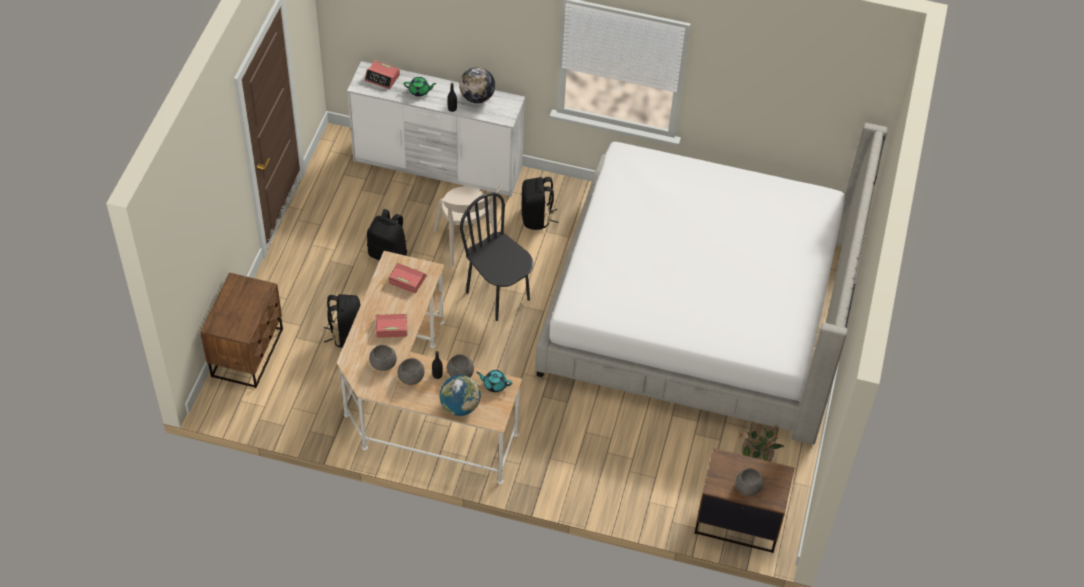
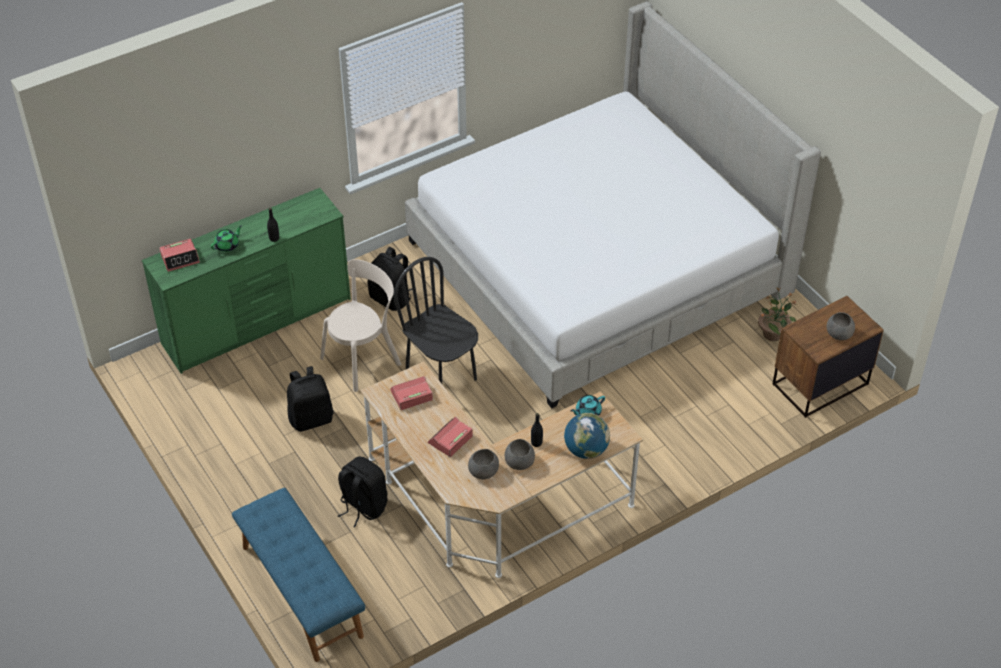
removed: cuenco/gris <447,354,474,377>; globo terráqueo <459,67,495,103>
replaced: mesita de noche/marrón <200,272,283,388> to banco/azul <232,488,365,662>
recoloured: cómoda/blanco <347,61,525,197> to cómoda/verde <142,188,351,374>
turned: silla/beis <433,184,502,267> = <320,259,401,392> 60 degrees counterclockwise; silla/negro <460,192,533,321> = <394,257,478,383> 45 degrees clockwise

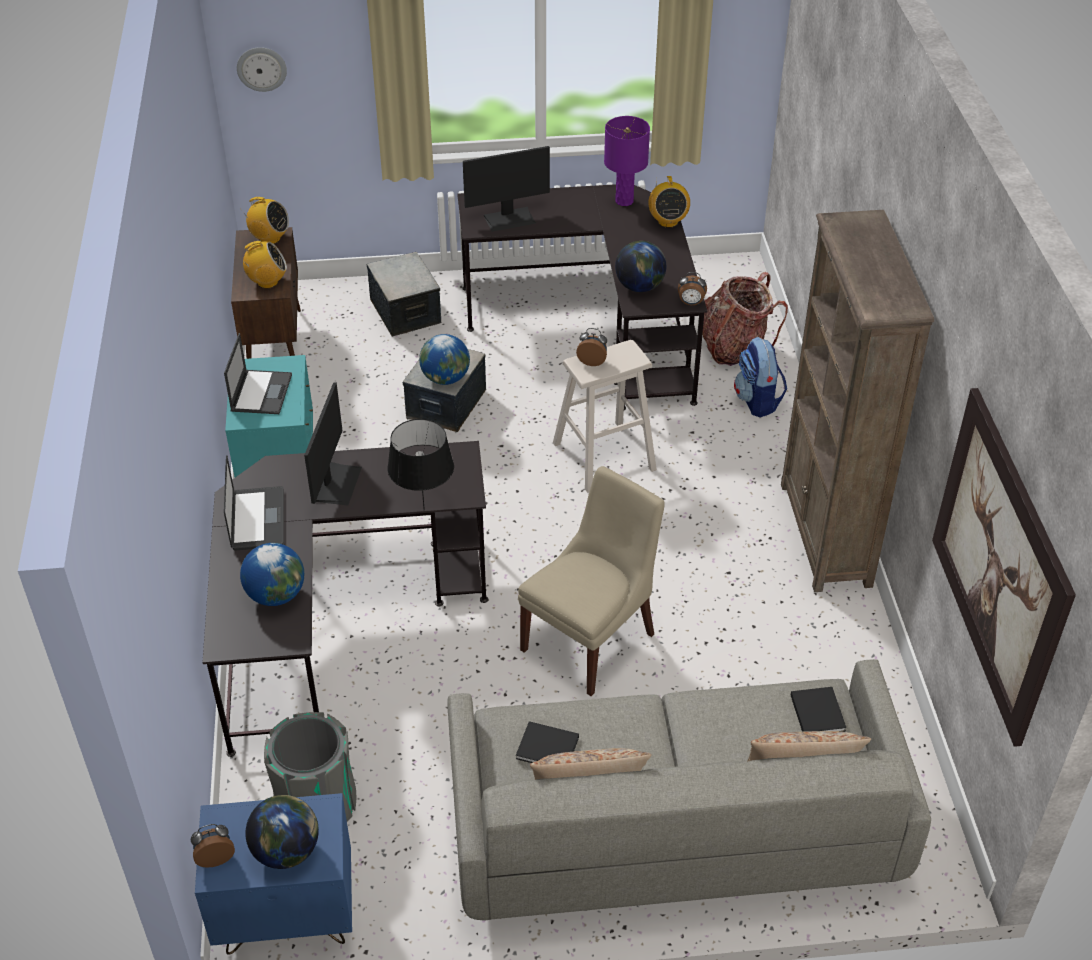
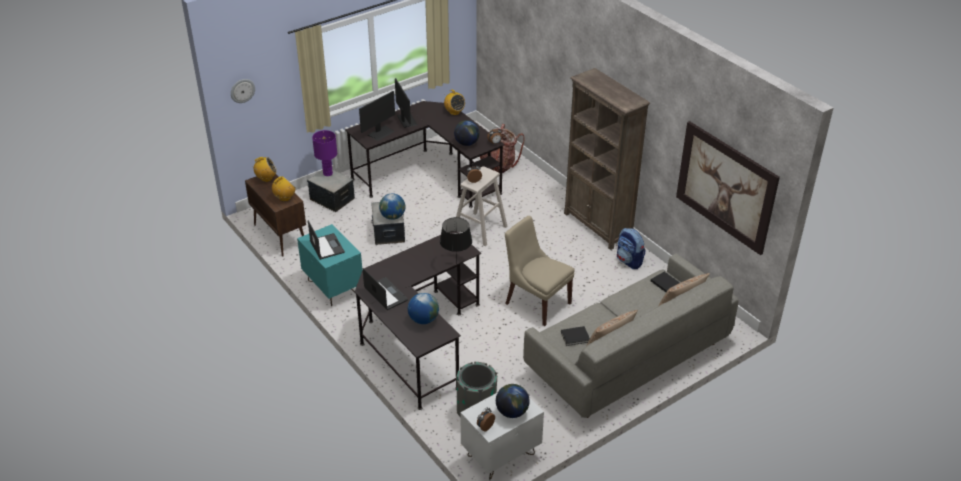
moved: monitor <304,382,362,505> to <395,78,418,128>; lámpara de mesa/morado <604,116,650,206> to <312,130,337,176>; mochila <734,337,787,417> to <617,228,645,269>
recoloured: mesita de noche/azul <195,793,352,955> to mesita de noche/blanco <460,383,544,480>
turned: silla/beis <518,466,665,696> = <505,216,575,326> 60 degrees counterclockwise

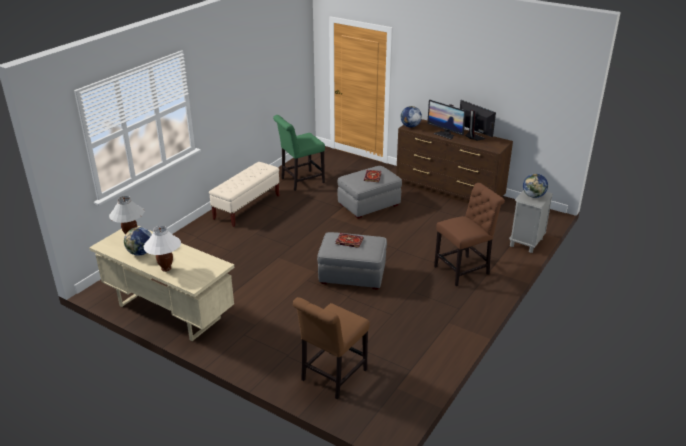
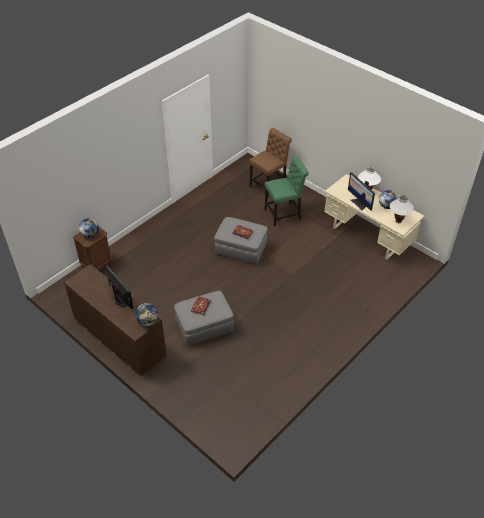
removed: banco/beis <209,162,280,227>; silla/marrón <434,183,505,286>
moved: silla/verde <273,115,325,191> to <265,157,309,226>; monitor <460,100,496,141> to <348,172,375,211>
recoloured: mesita de noche/gris <509,190,553,253> to mesita de noche/marrón <73,227,112,270>

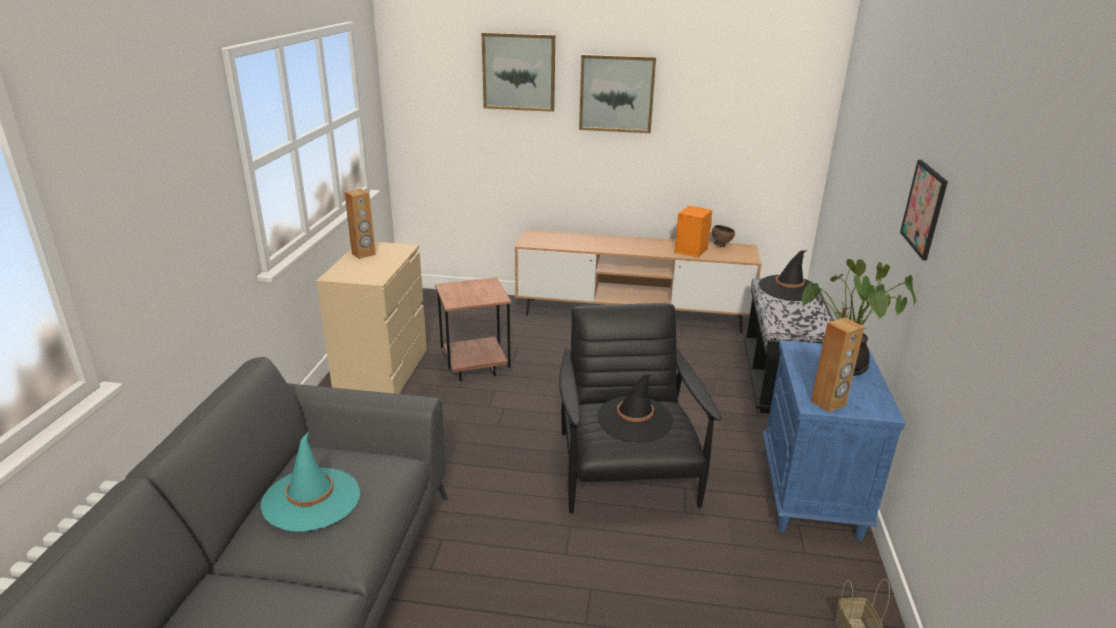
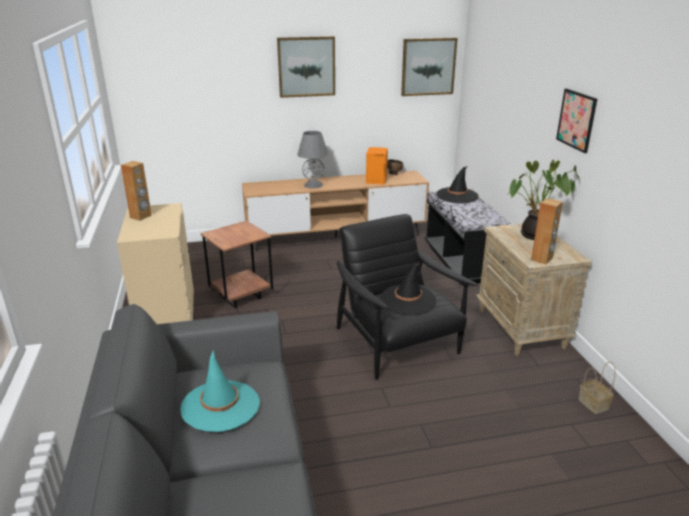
added: lámpara de mesa/gris <297,131,328,188>
moved: cuadro <482,32,555,112> to <401,38,458,96>
recoloured: mesita de noche/azul <762,340,906,541> to mesita de noche/beis <476,223,592,356>

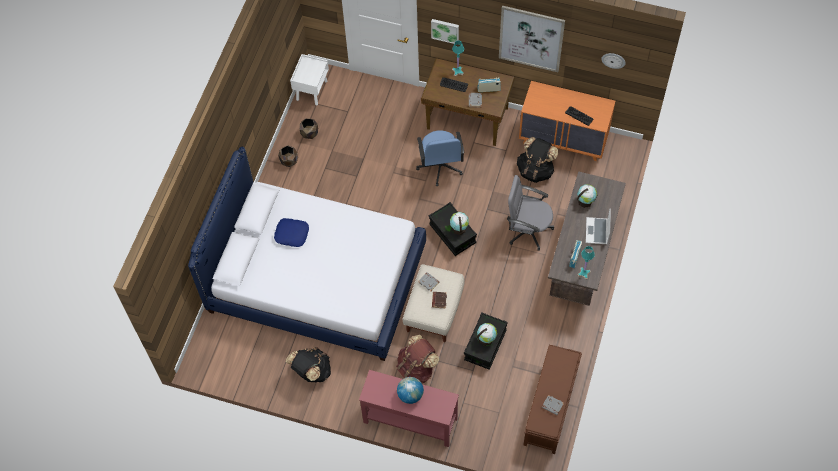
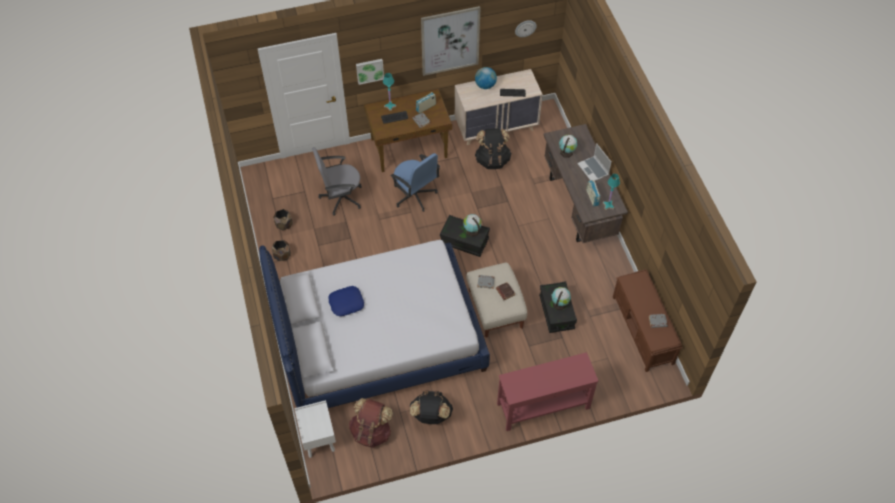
moved: mesita de noche/blanco <290,54,329,105> to <294,400,336,458>; mochila/marrón <396,335,439,383> to <349,398,393,448>; globo terráqueo <397,377,424,404> to <475,67,497,89>; silla de oficina/gris <507,175,554,251> to <312,147,362,216>
recoloured: cómoda/naranja <519,81,615,161> to cómoda/beis <455,69,543,145>

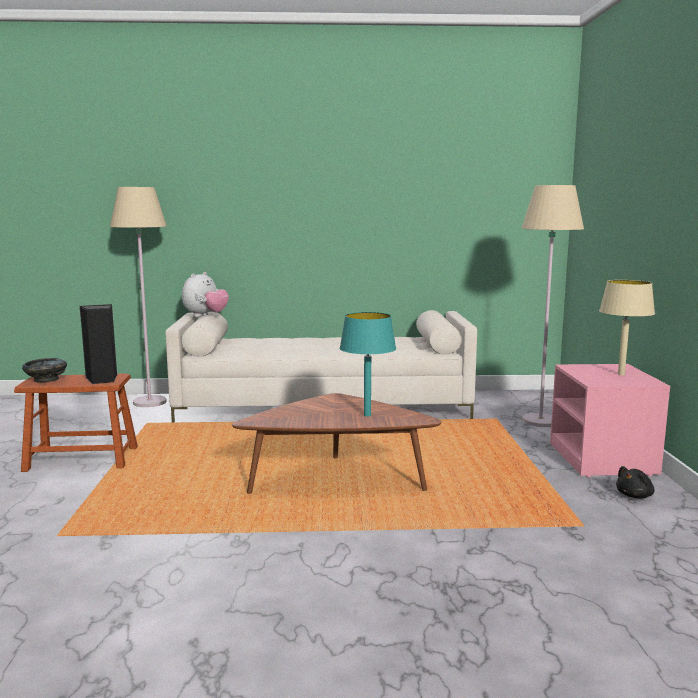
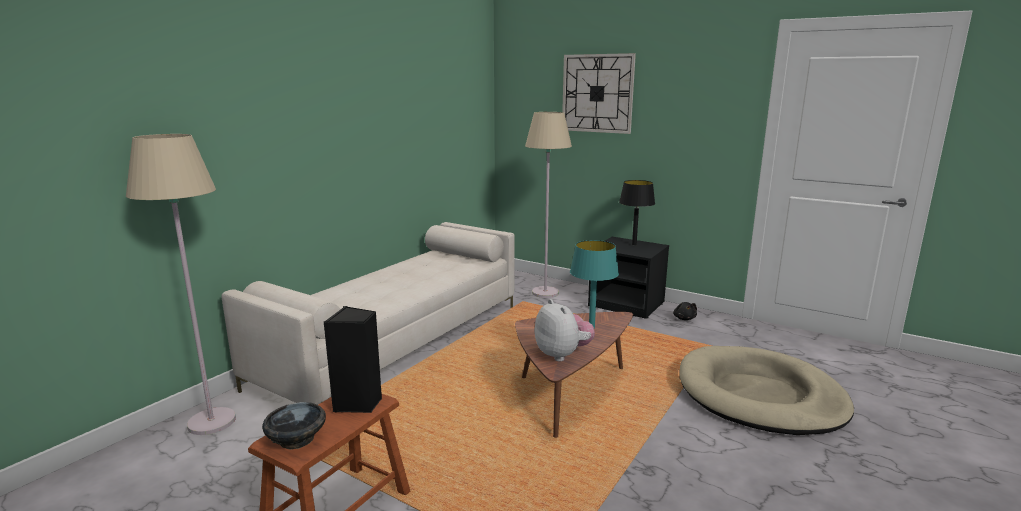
added: reloj de pared <562,53,636,134>; cama para perro/beis <680,346,854,435>
moved: peluche <182,272,229,317> to <534,299,595,361>
recoloured: mesita de noche/rosa <550,364,670,477> to mesita de noche/negro <588,237,669,319>; lámpara de mesa/beis <599,280,655,375> to lámpara de mesa/negro <619,180,655,245>

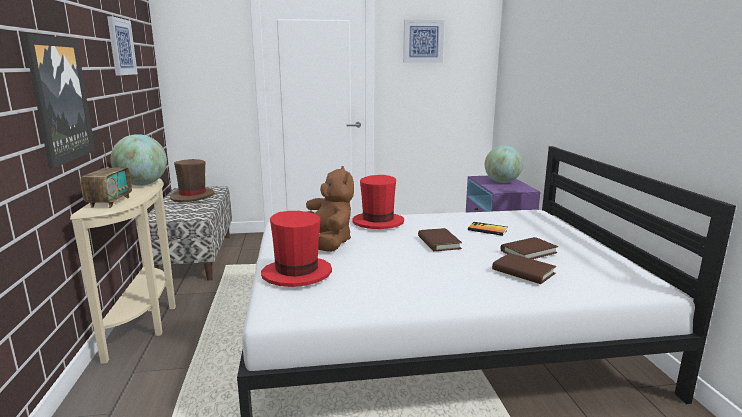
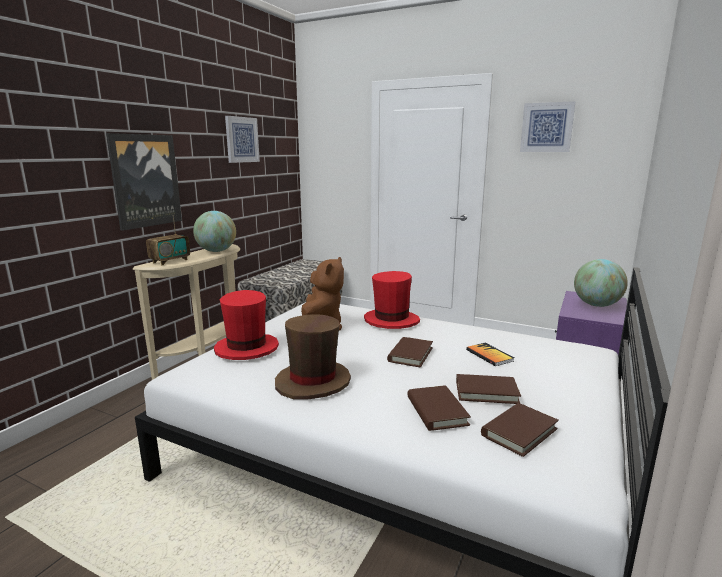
added: libro/marrón <481,403,559,457>
moved: sombrero/marrón <170,159,215,202> to <275,314,351,399>

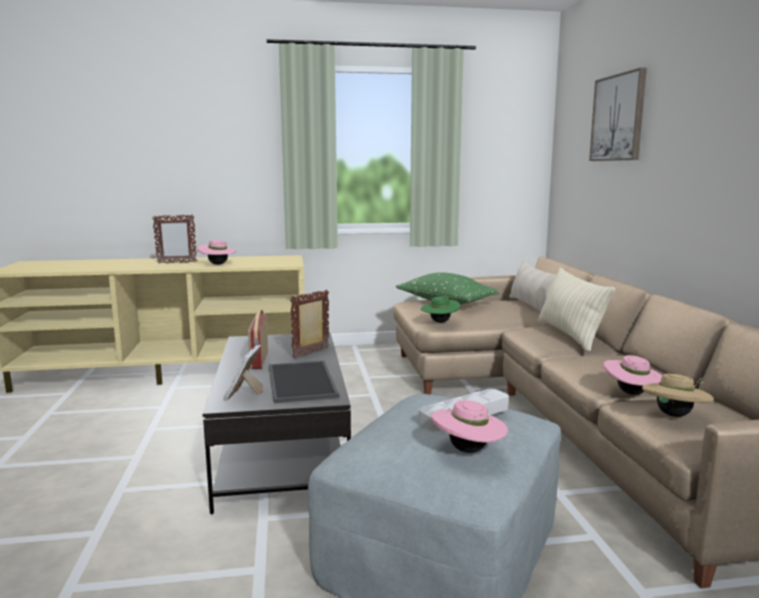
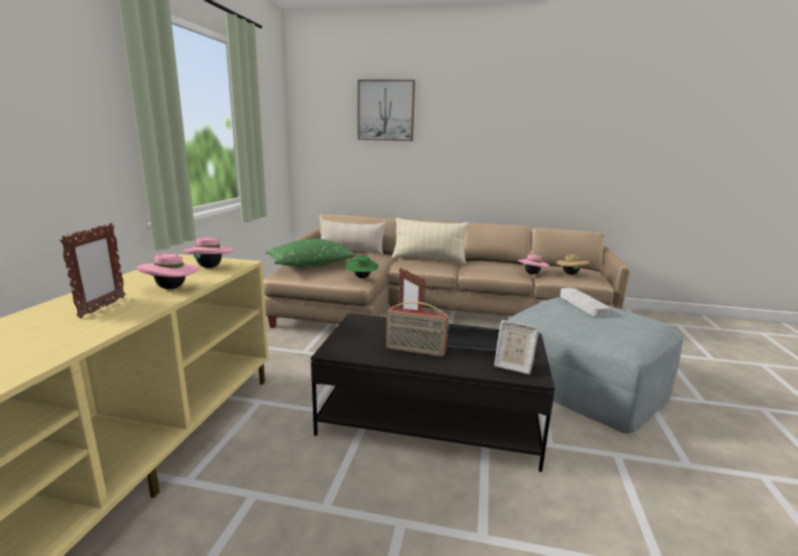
moved: sombrero/rosa <431,400,508,453> to <183,238,234,268>

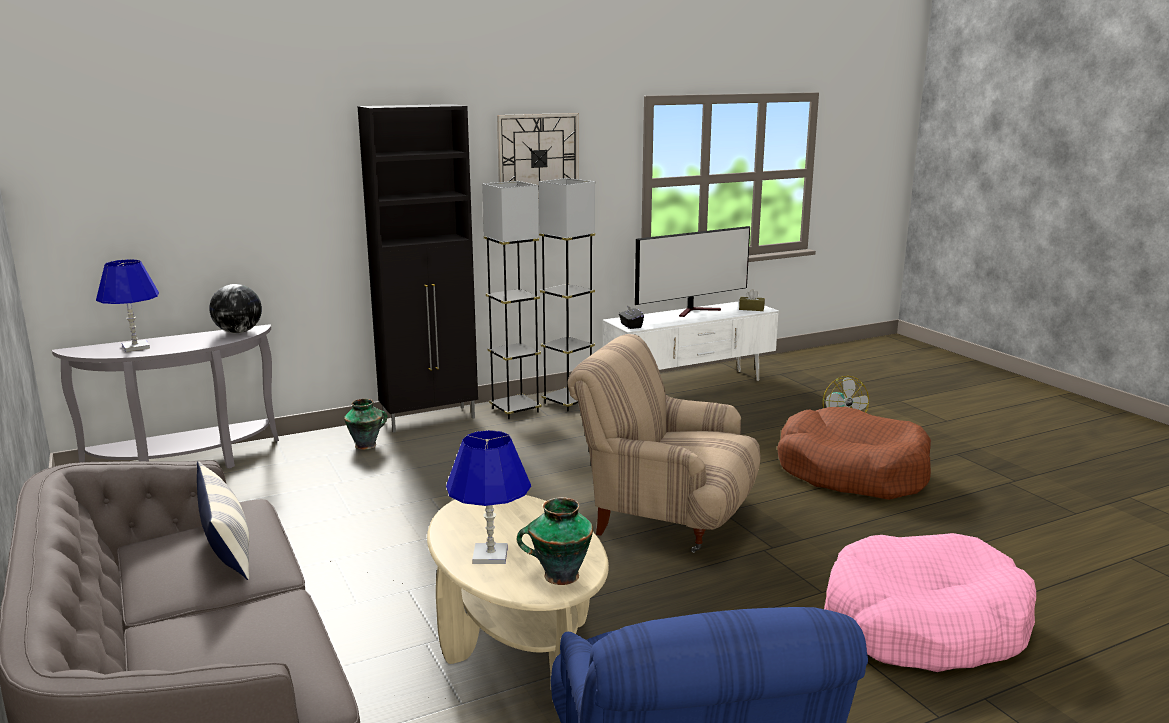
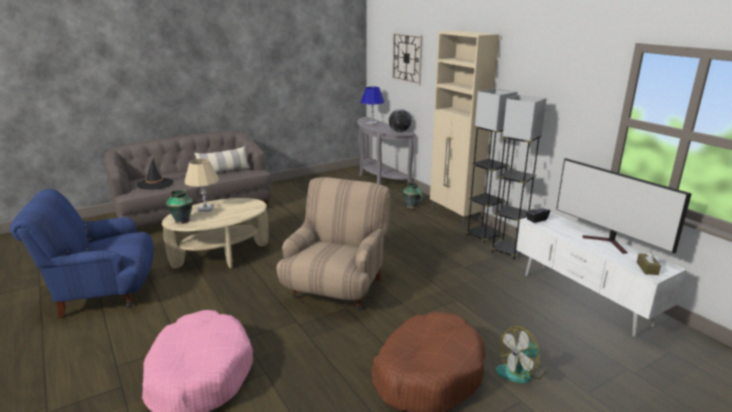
added: sombrero/negro <137,158,173,190>
moved: reloj de pared <497,113,579,203> to <392,32,423,85>
recoloured: armario/negro <358,104,478,433> to armario/beis <430,31,500,227>; lámpara de mesa/azul <446,430,531,564> to lámpara de mesa/beis <185,158,219,212>

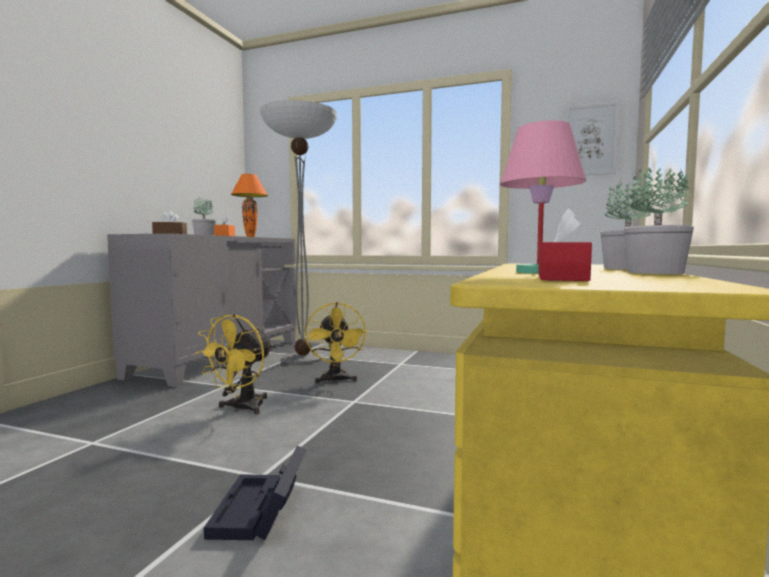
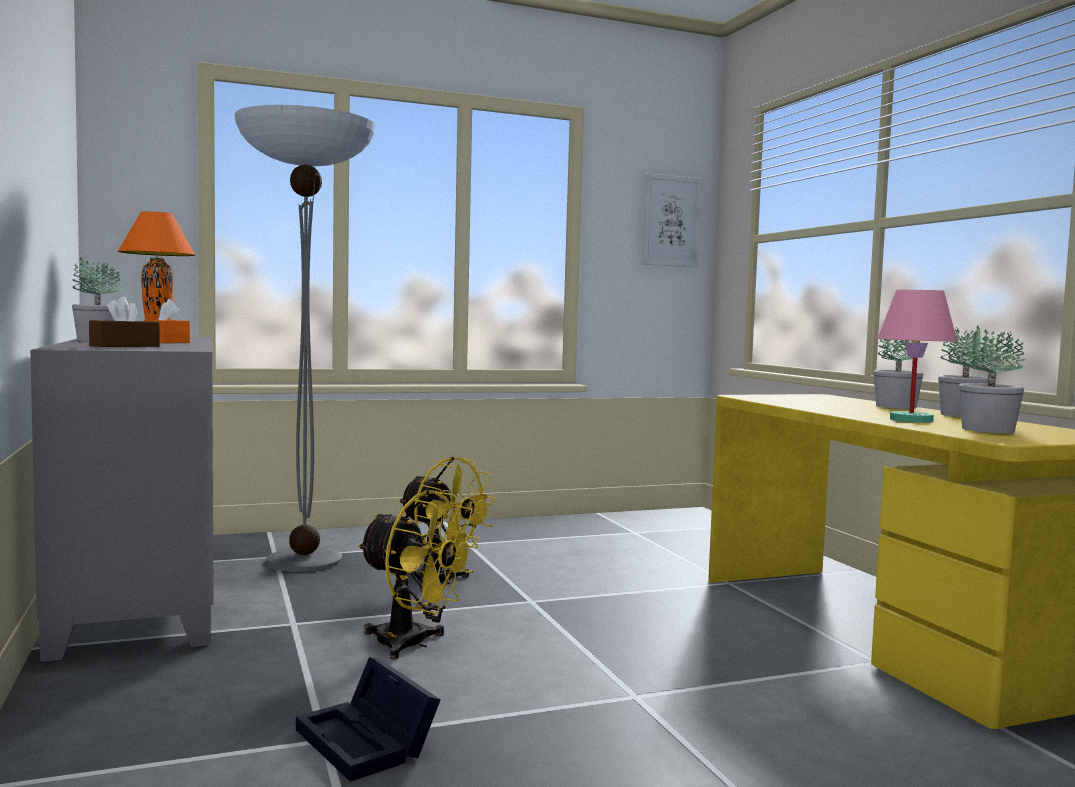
moved: caja de almacenaje/negro <204,445,306,540> to <296,656,441,782>
replaced: caja de pañuelos/rojo <538,209,592,281> to planta en maceta <959,325,1026,433>
turned: ventilador/amarillo <195,314,273,414> = <357,490,479,659> 45 degrees counterclockwise

